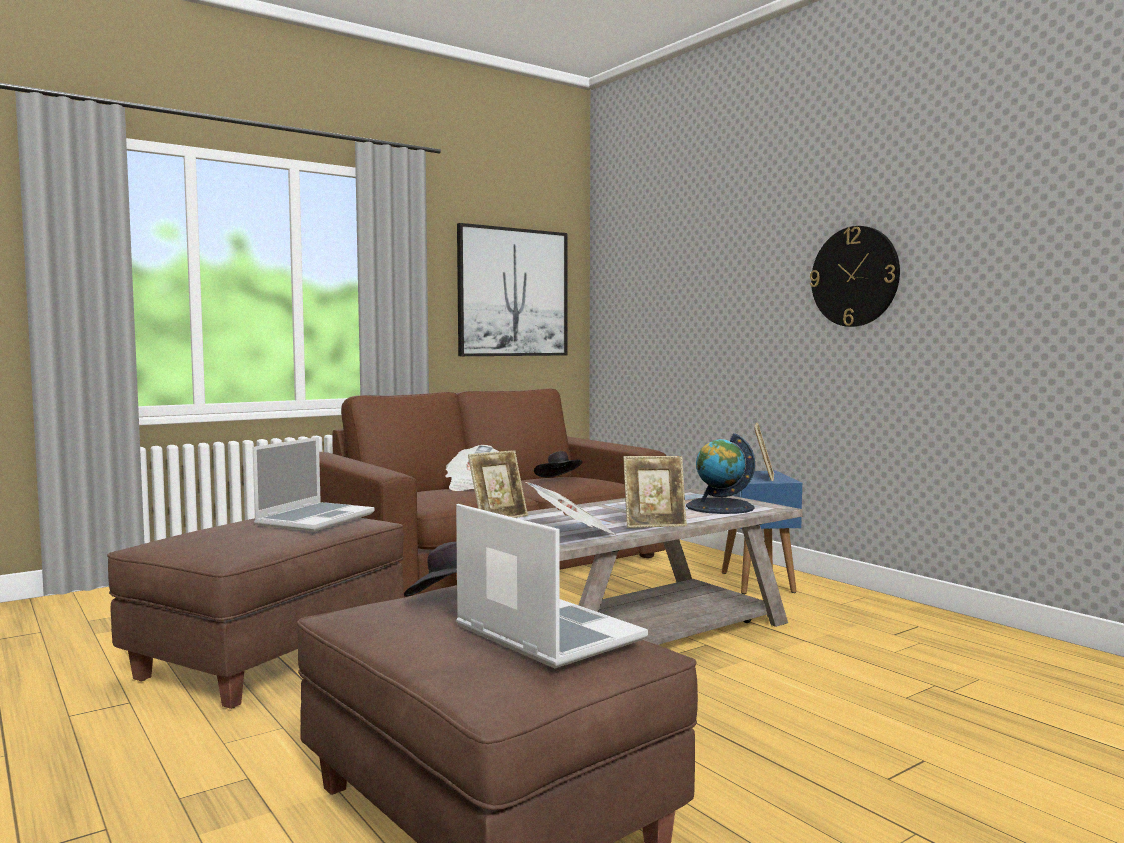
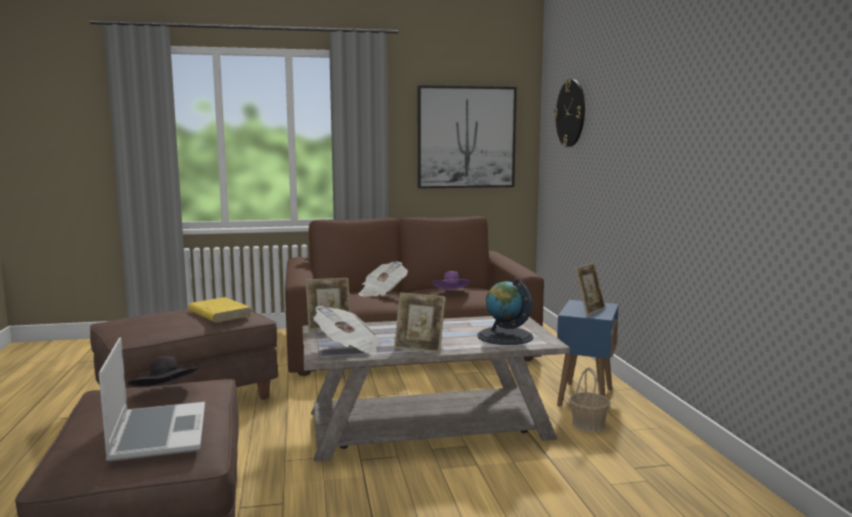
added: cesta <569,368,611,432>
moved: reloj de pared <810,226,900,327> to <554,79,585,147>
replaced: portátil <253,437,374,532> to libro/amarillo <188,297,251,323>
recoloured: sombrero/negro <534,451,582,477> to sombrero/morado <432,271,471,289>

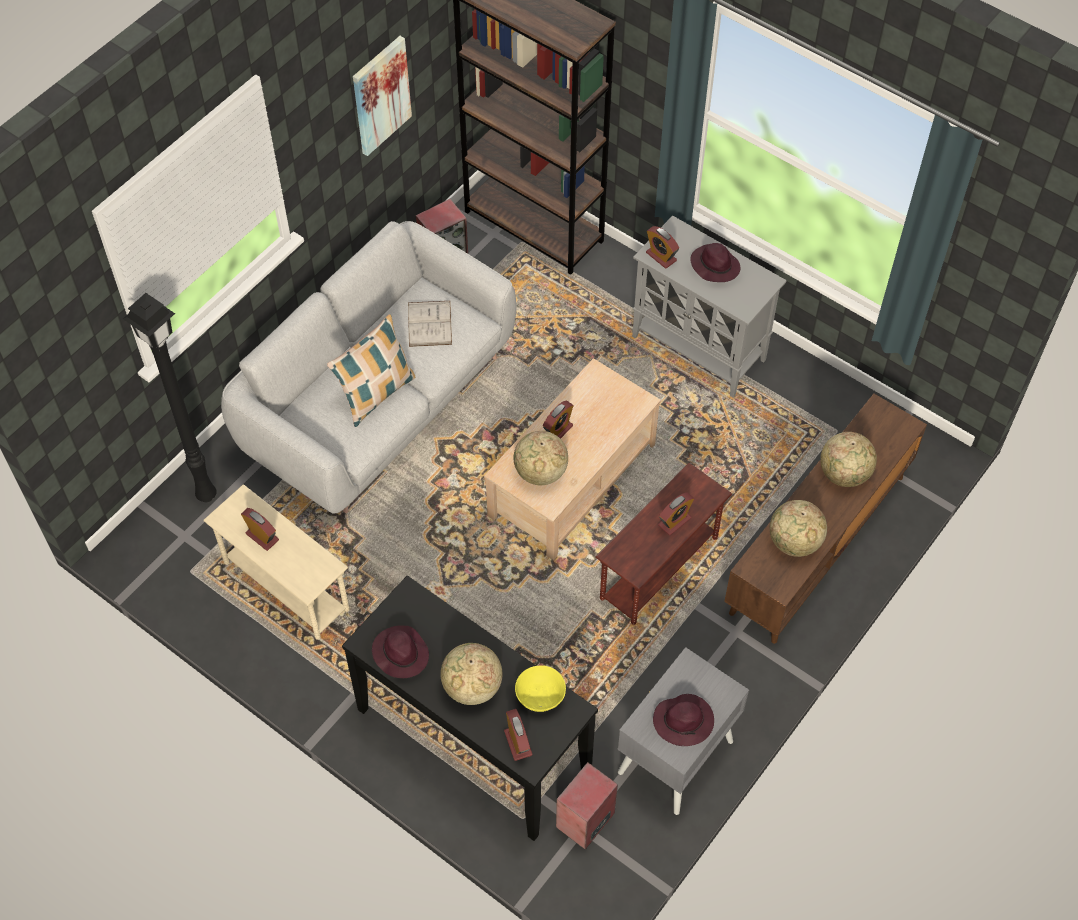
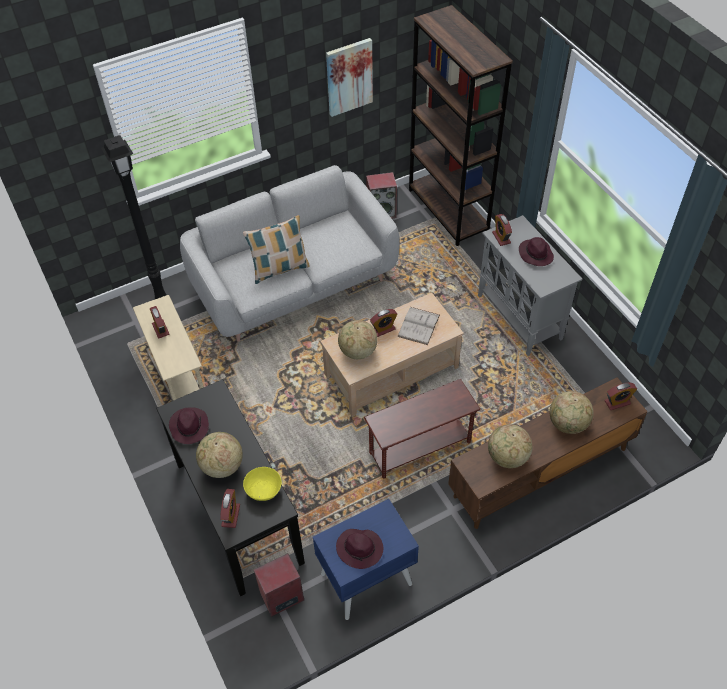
moved: libro/blanco <408,301,452,347> to <397,307,440,345>; despertador <658,492,694,536> to <605,383,637,410>
recoloured: mesita de noche/gris <618,647,749,815> to mesita de noche/azul <313,499,419,620>

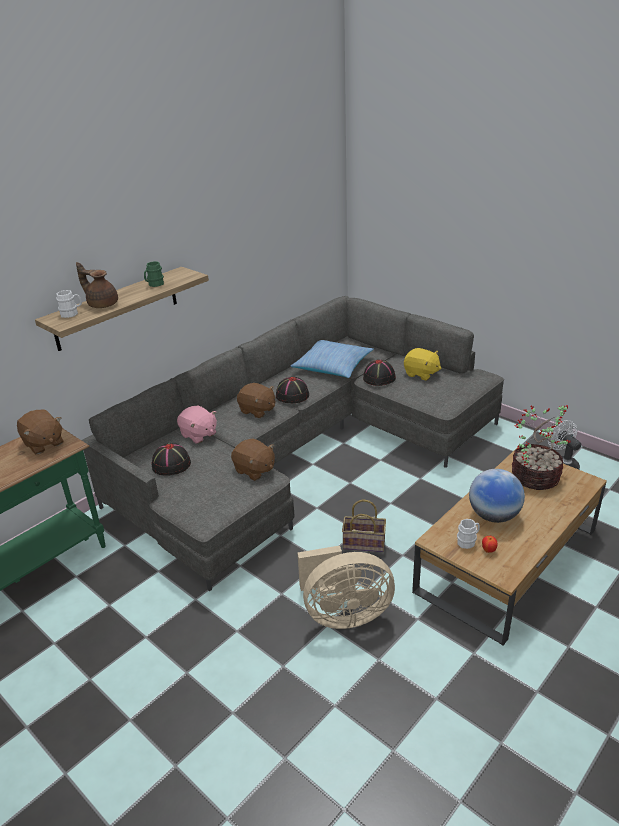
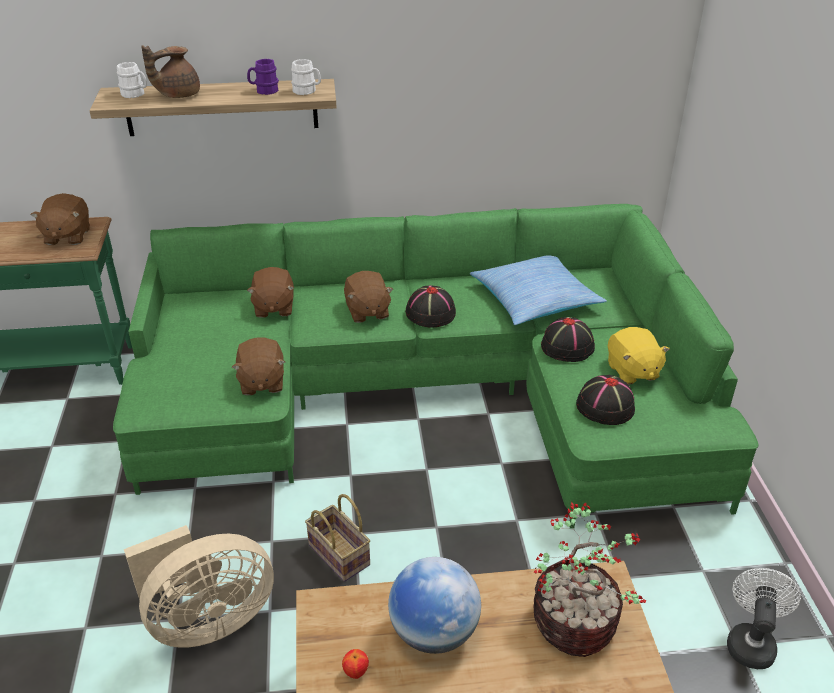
moved: sombrero/negro <152,443,191,476> to <576,375,635,425>; taza grande/blanco <457,519,480,549> to <291,59,321,95>
recoloured: sofá/gris <82,296,504,591> to sofá/verde <113,204,758,529>; taza grande/verde <144,261,164,287> to taza grande/morado <247,59,279,95>; peluche/rosa <177,406,217,444> to peluche/marrón <247,267,294,317>
turned: tetera/marrón <76,262,118,308> = <141,46,200,98> 105 degrees counterclockwise; ventilador/beis <297,546,395,629> = <124,525,274,648> 60 degrees counterclockwise

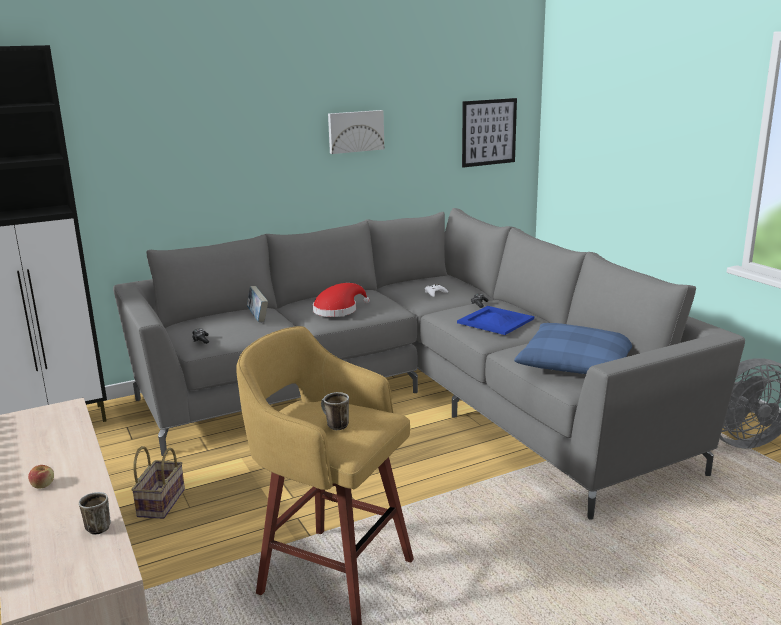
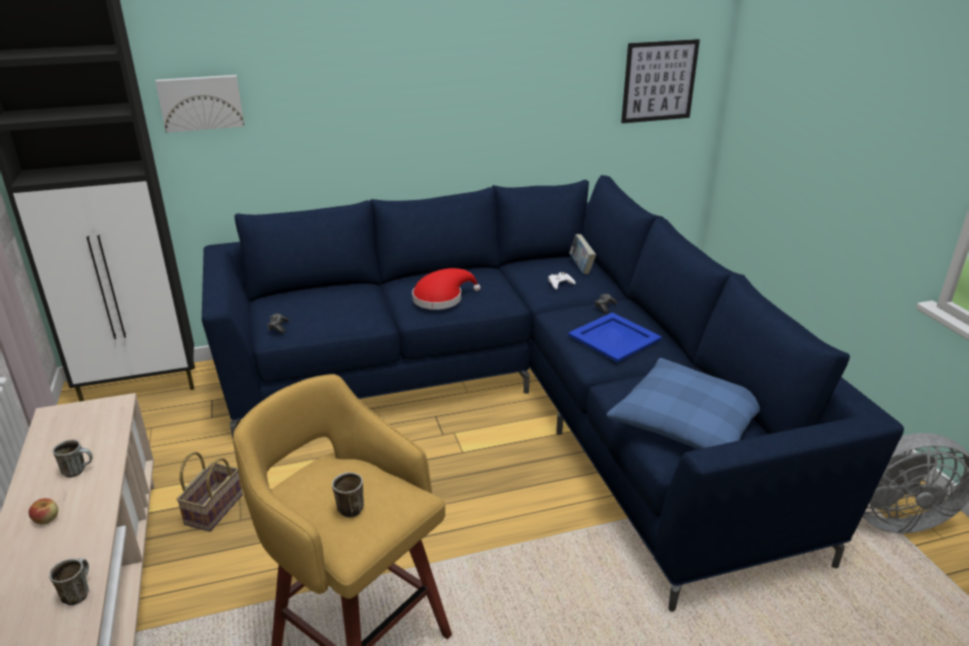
added: taza grande <53,440,93,478>
moved: libro <247,286,268,322> to <569,234,596,274>; cuadro <328,110,384,154> to <155,75,245,133>
recoloured: sofá/gris <113,208,745,520> to sofá/azul <202,175,904,612>

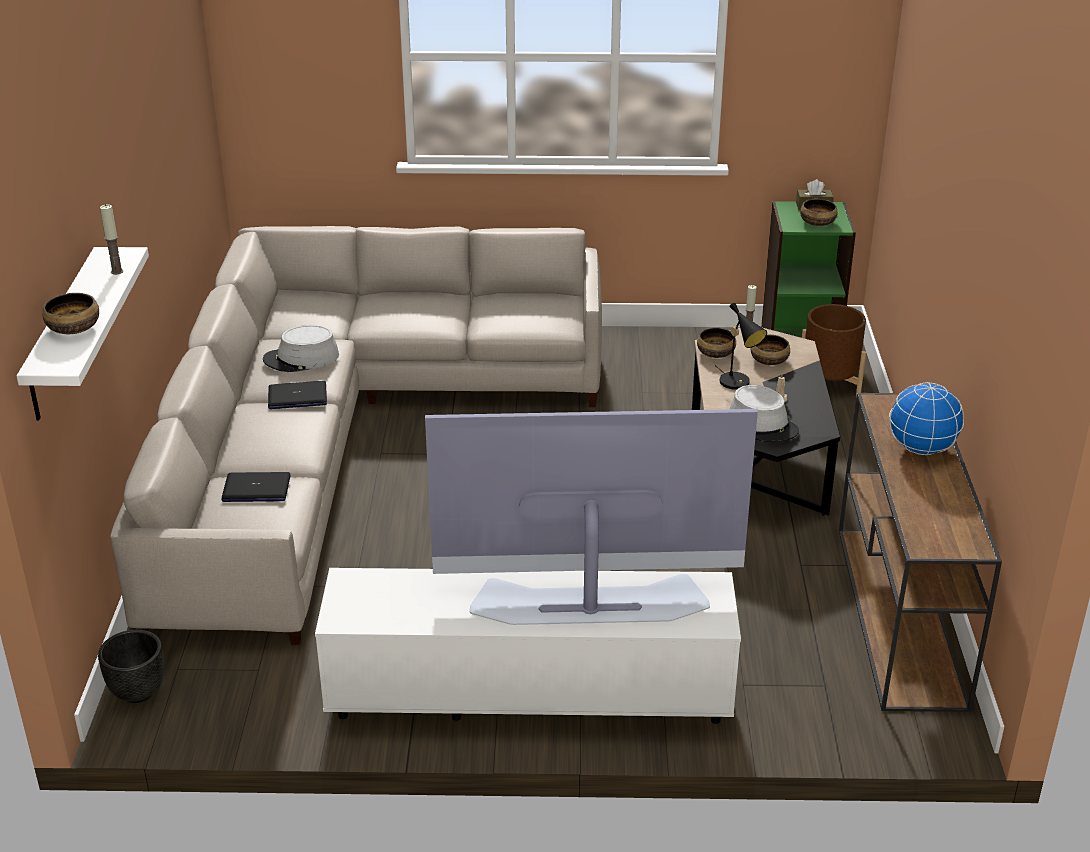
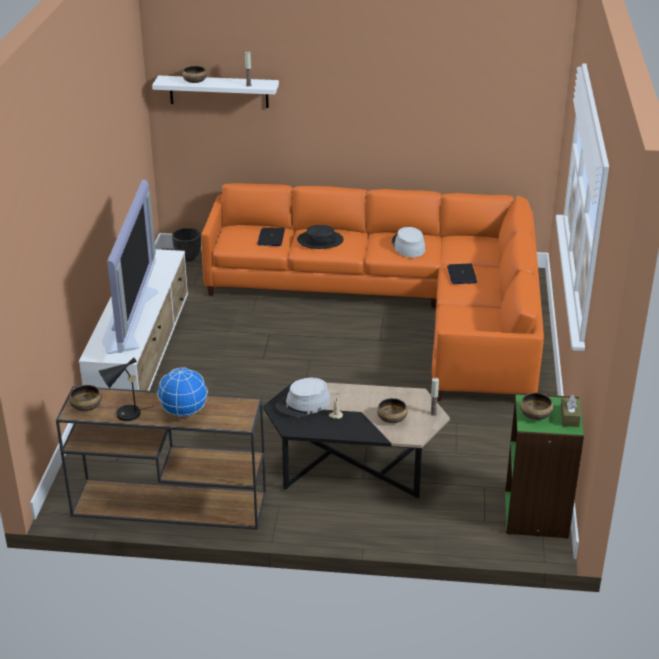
removed: maceta/marrón <802,304,866,398>
added: sombrero/negro <297,225,344,249>
moved: portátil <268,381,327,409> to <447,263,477,284>; cuenco <697,328,736,358> to <69,385,102,411>; lámpara de mesa/negro <715,303,767,390> to <99,357,154,421>
recoloured: sofá/beis <110,226,602,645> to sofá/naranja <201,183,544,401>

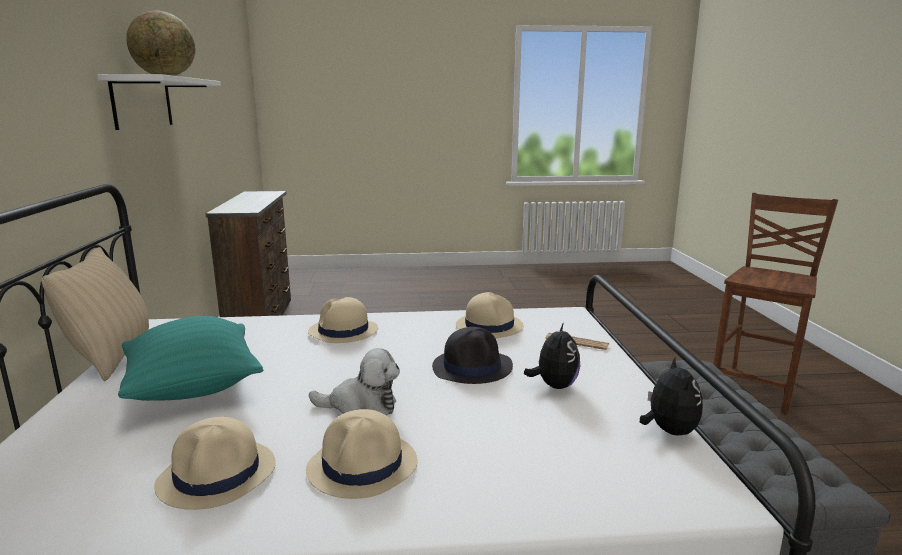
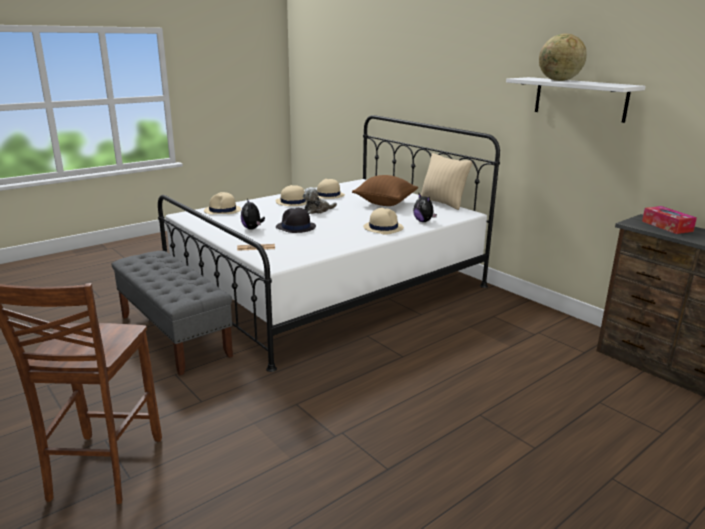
added: caja de pañuelos <642,206,697,234>
moved: sombrero/beis <456,292,524,338> to <204,192,241,214>; peluche <640,356,703,435> to <413,194,437,222>
recoloured: cojín/turquesa <118,316,264,401> to cojín/marrón <352,175,418,206>

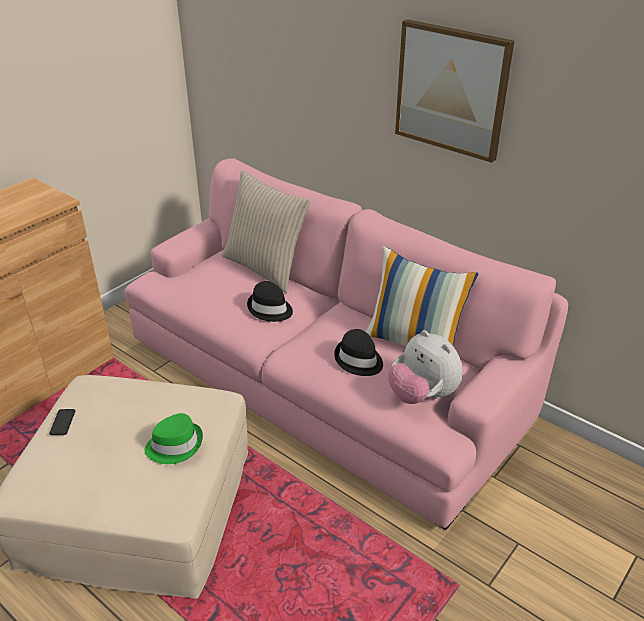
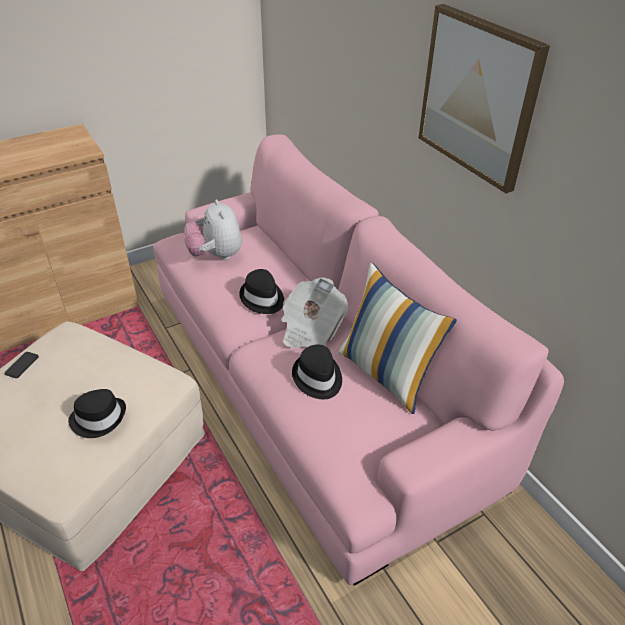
removed: cojín/beis <222,170,311,293>
added: periódico <281,277,348,348>
moved: peluche <388,330,463,404> to <184,199,242,260>
recoloured: sombrero/verde <144,413,203,464> to sombrero/negro <68,389,126,438>

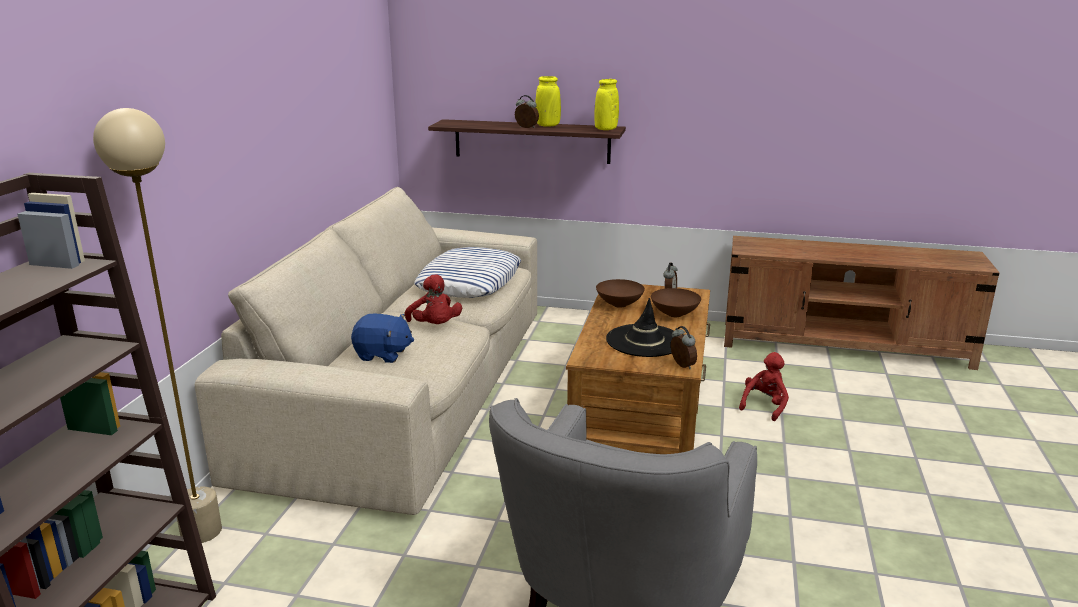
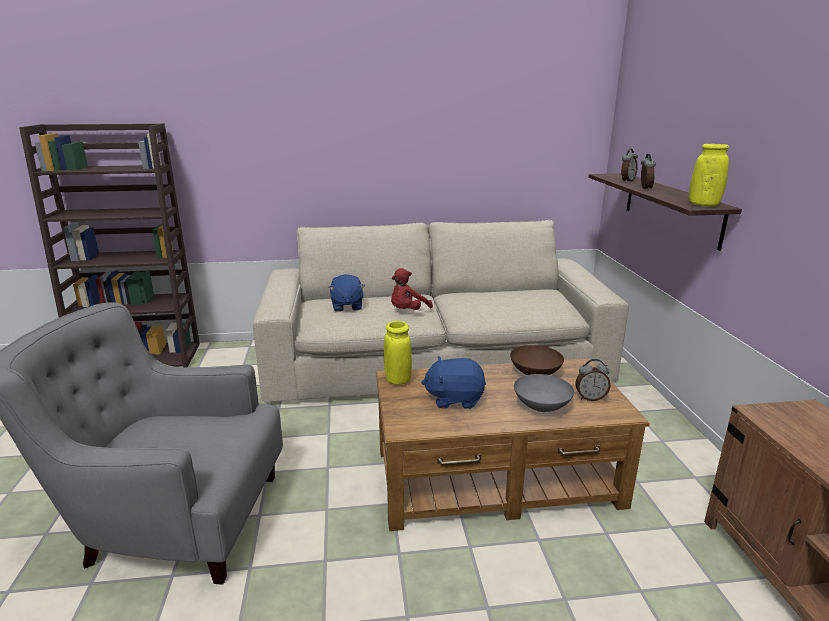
removed: lámpara de pie/beis <93,108,222,543>; cojín <414,247,521,298>; peluche/rojo <739,352,789,421>
moved: florero/amarillo <536,76,561,127> to <384,321,412,385>; despertador <671,326,697,369> to <621,149,638,182>
replaced: sombrero/negro <606,298,676,357> to peluche/azul <421,356,486,409>
recoloured: cuenco/marrón <651,288,701,317> to cuenco/gris <514,374,574,412>

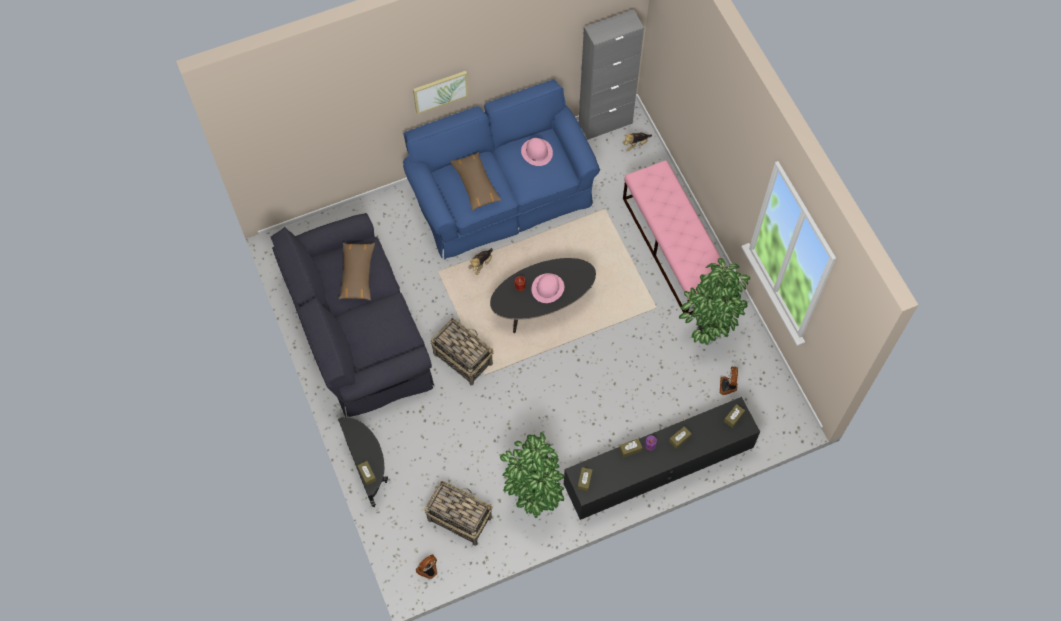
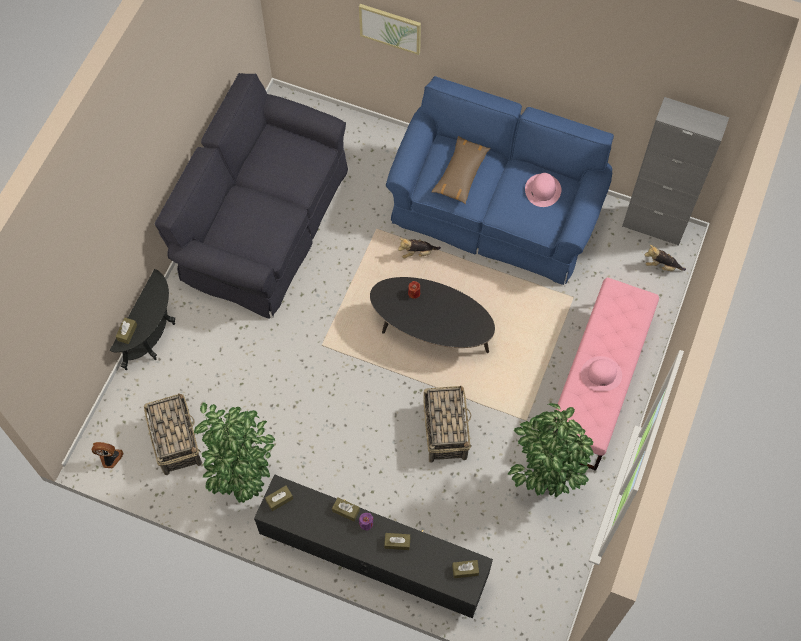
removed: cojín/marrón <339,243,375,300>; ventilador <720,367,738,395>
moved: cuadro <413,71,469,114> to <359,4,421,55>; cesta <430,318,494,386> to <423,386,472,463>; sombrero/rosa <531,273,564,303> to <580,356,622,392>

